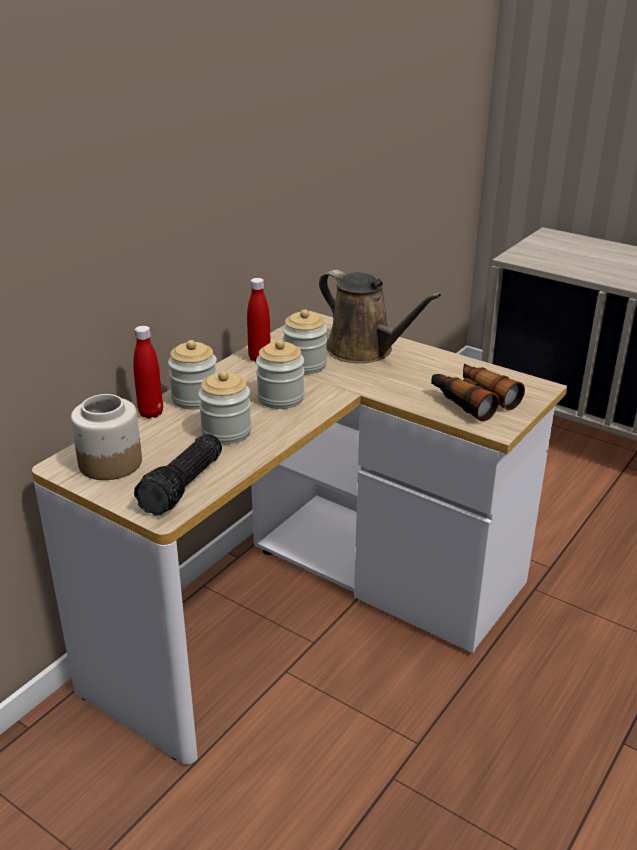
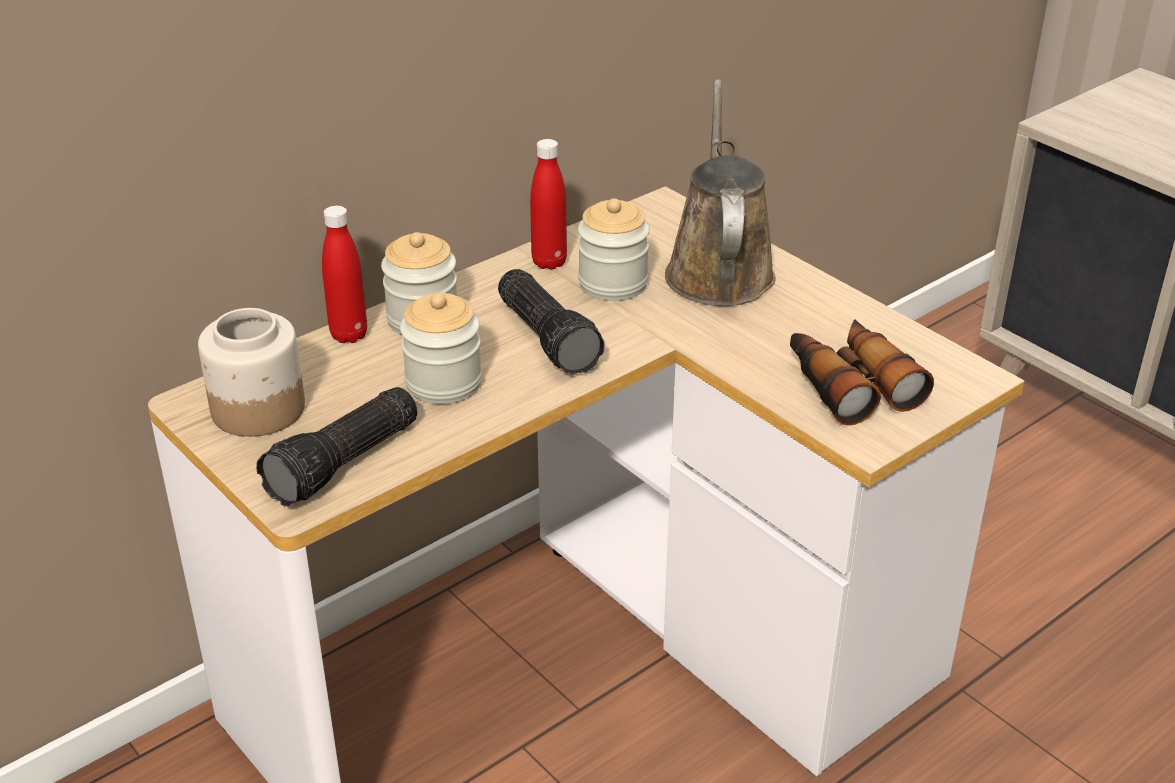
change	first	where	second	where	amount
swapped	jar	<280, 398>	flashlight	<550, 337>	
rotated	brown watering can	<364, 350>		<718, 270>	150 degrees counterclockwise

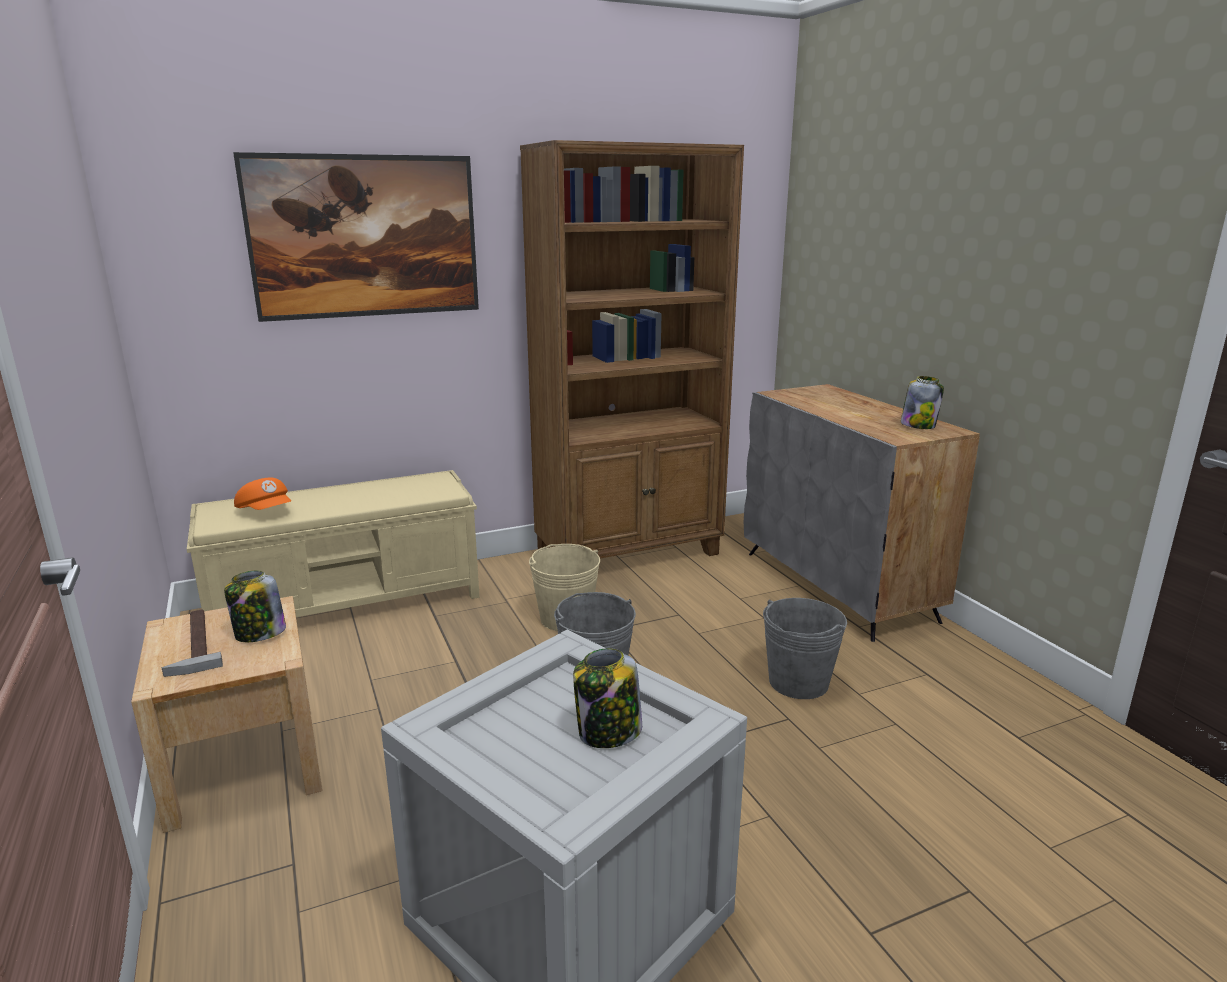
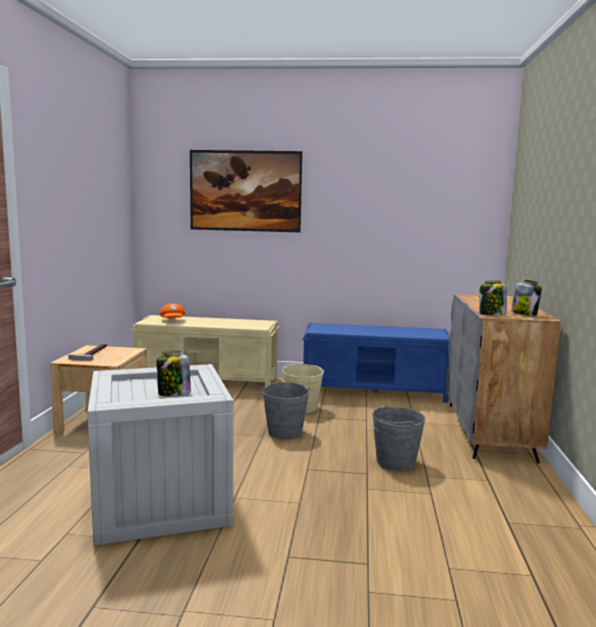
change	first	where	second	where	amount
shifted	jar	<259, 633>		<491, 315>	
swapped	brown bookcase	<630, 553>	blue bench	<375, 391>	

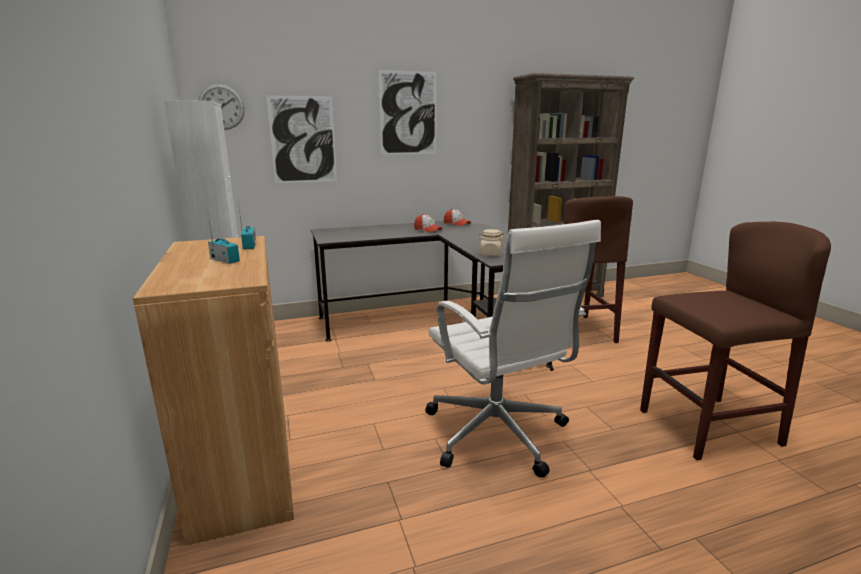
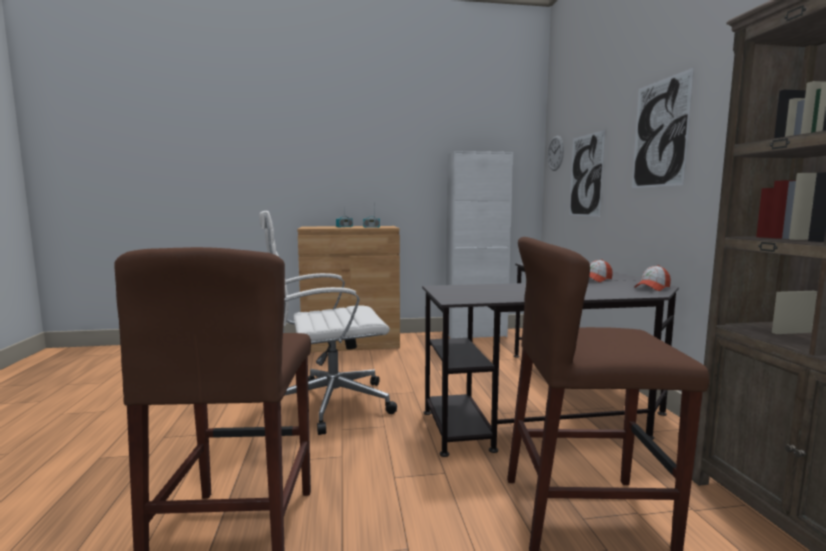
change	first	where	second	where	amount
gone	beige jar	<490, 254>			

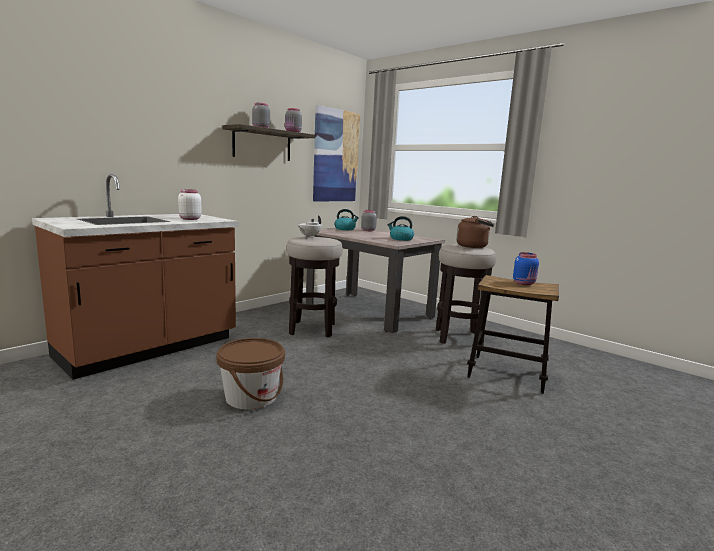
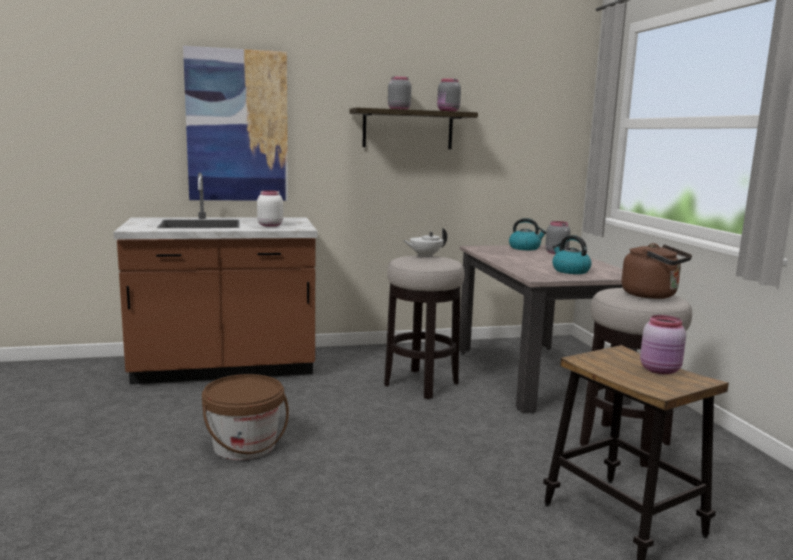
change	first	where	second	where	amount
shifted	picture	<335, 156>		<237, 126>	
repainted	blue jar	<524, 283>	pink jar	<661, 370>	

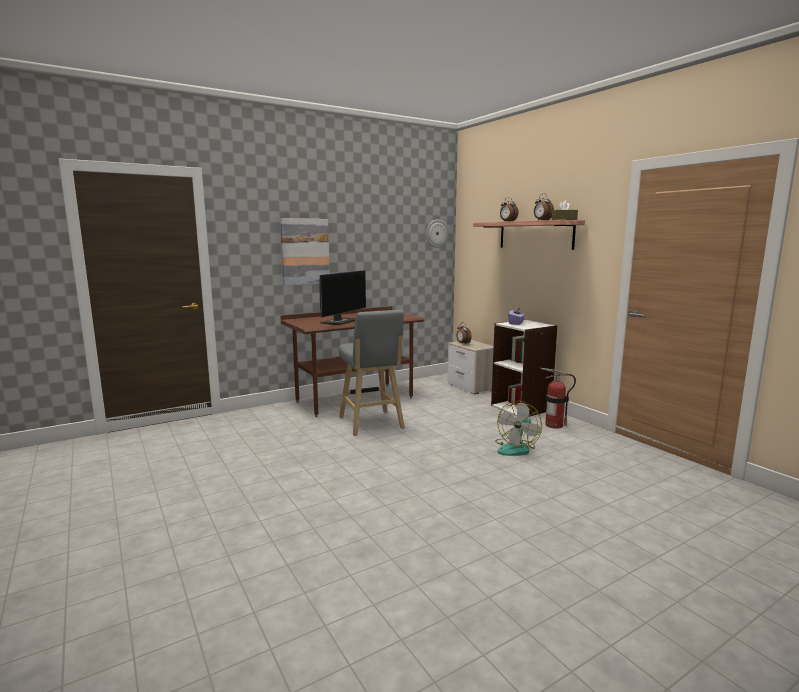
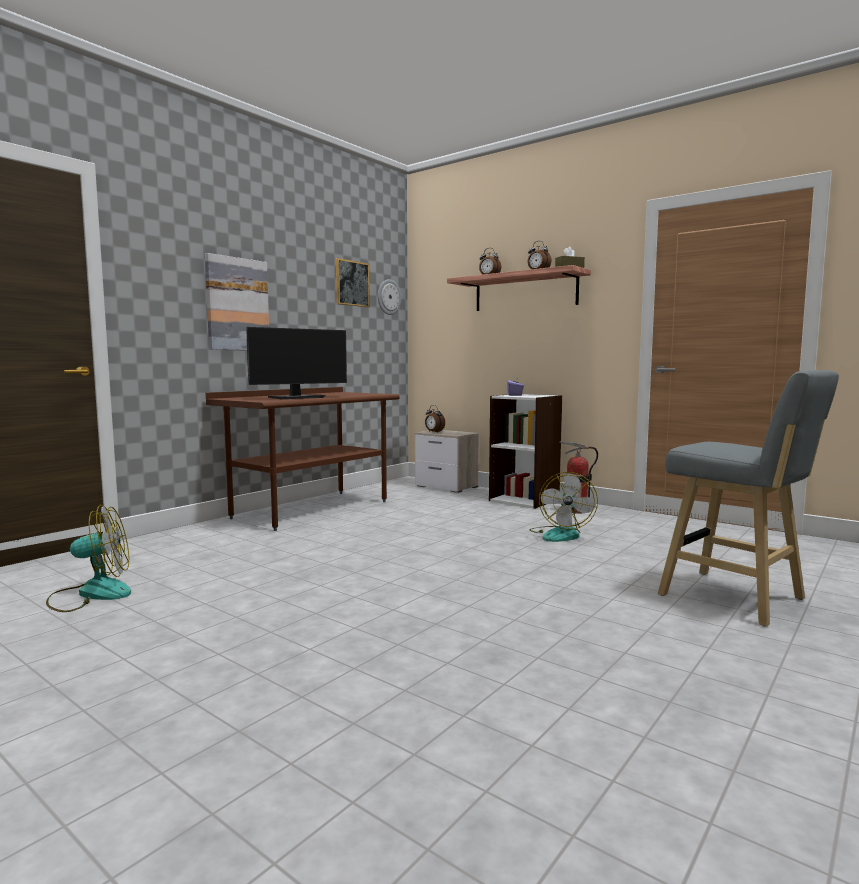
change	first	where	second	where	amount
rotated	monitor	<340, 321>		<298, 397>	45 degrees clockwise
shifted	grey stool	<371, 424>		<737, 599>	
new			fan	<91, 594>	
new			picture	<352, 283>	

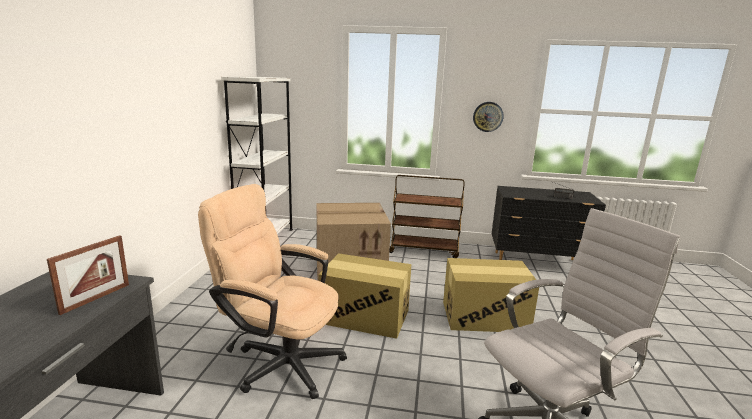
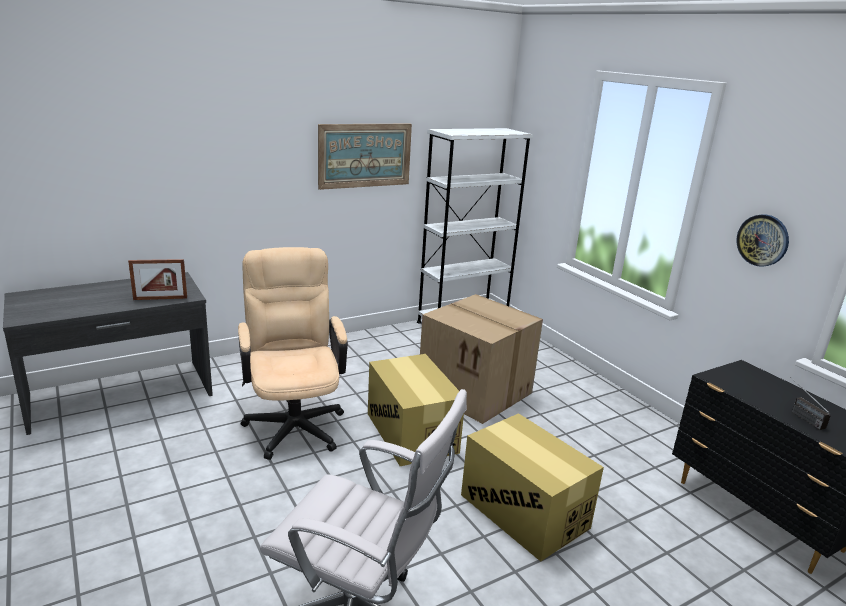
change	first	where	second	where	amount
gone	brown cart	<424, 250>			
new			picture	<365, 155>	

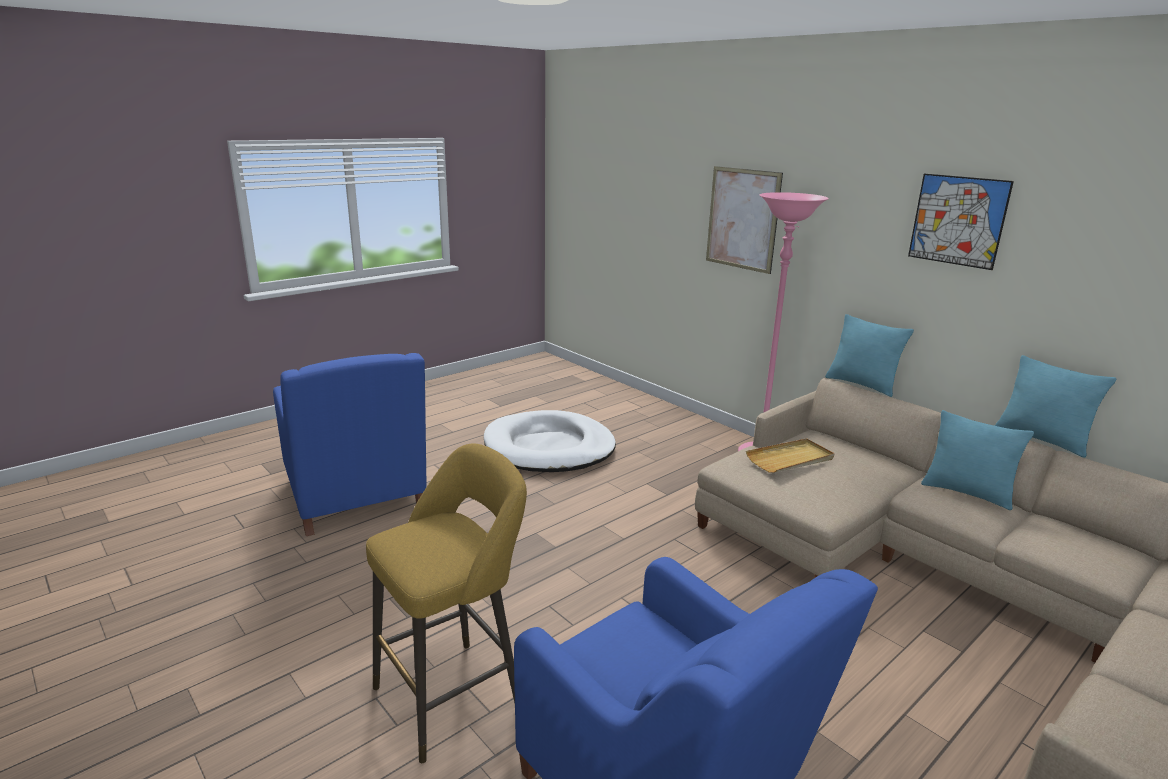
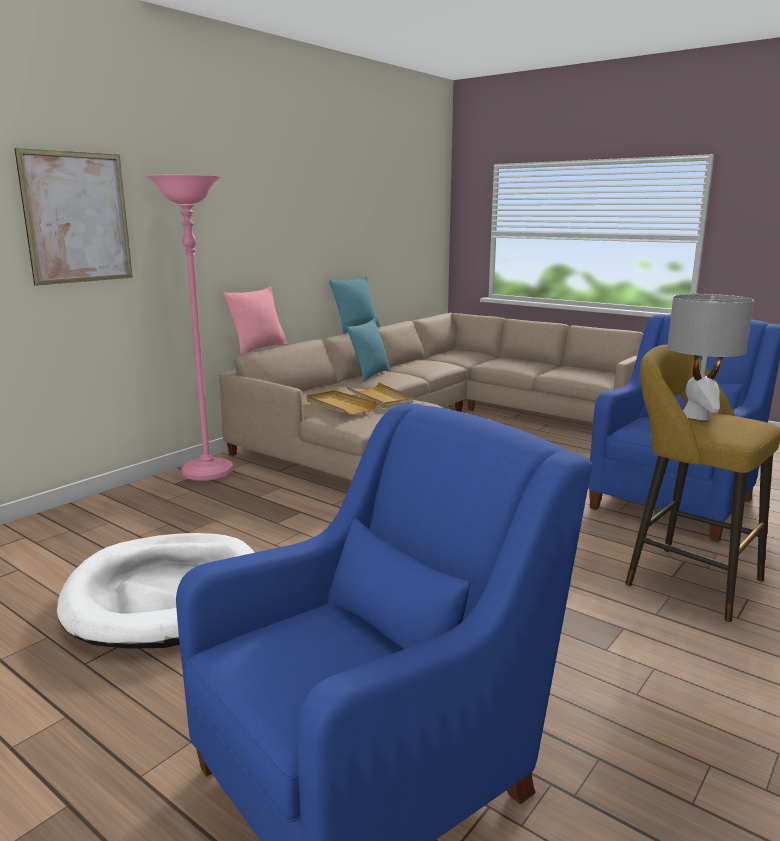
change	first	where	second	where	amount
repainted	turquoise pillow	<861, 384>	pink pillow	<259, 348>	
gone	picture	<958, 220>			
new			beige tray	<380, 398>	
new			grey table lamp	<697, 416>	

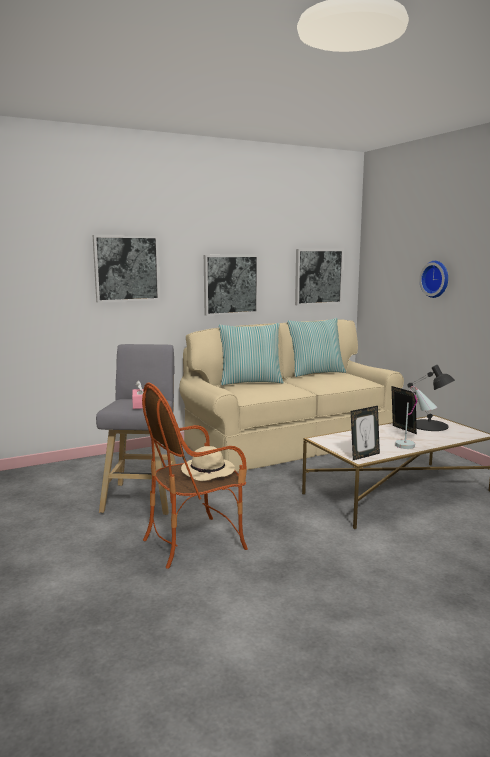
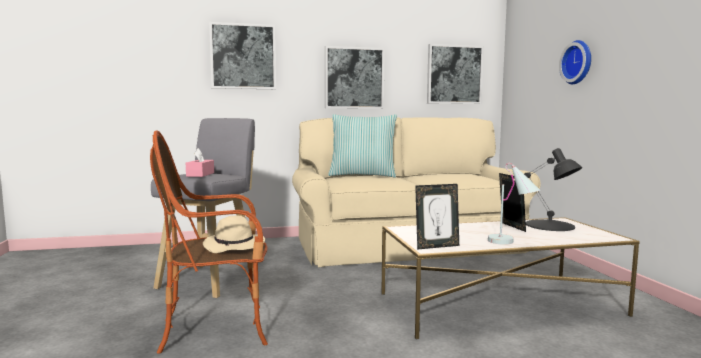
change	first	where	second	where	amount
gone	pillow	<315, 373>			

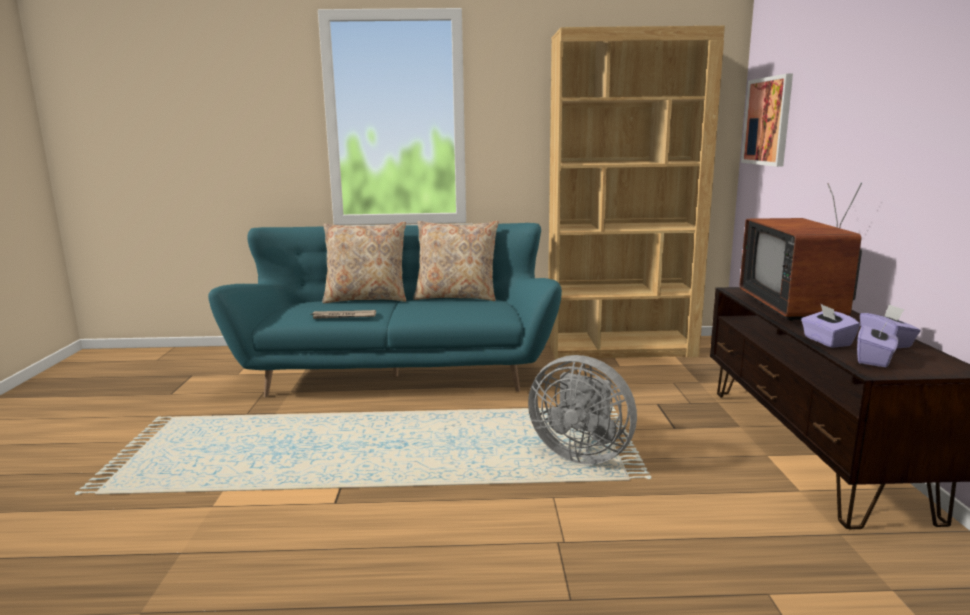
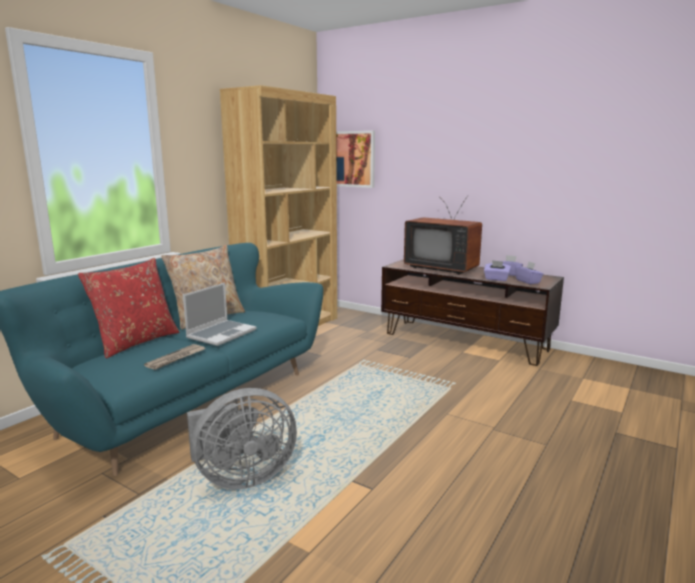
change	first	where	second	where	amount
repainted	beige pillow	<366, 299>	red pillow	<136, 342>	
shifted	grey fan	<581, 453>		<241, 477>	
new			laptop	<221, 333>	

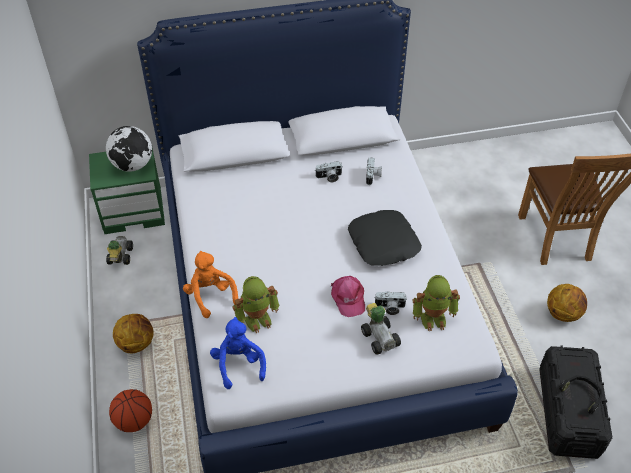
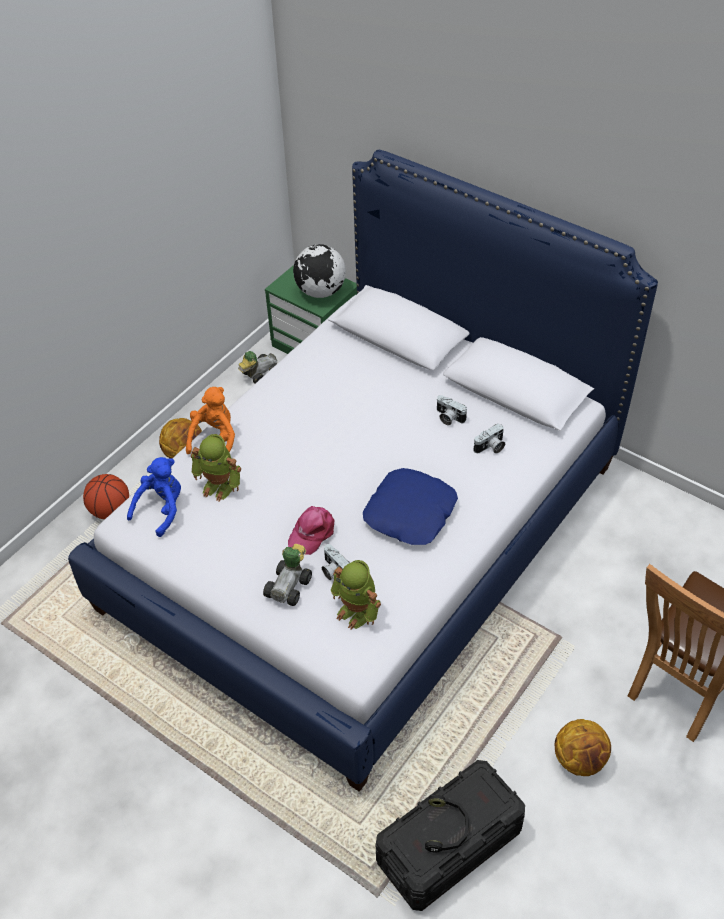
change	first	where	second	where	amount
repainted	black pillow	<384, 243>	blue pillow	<411, 513>	

